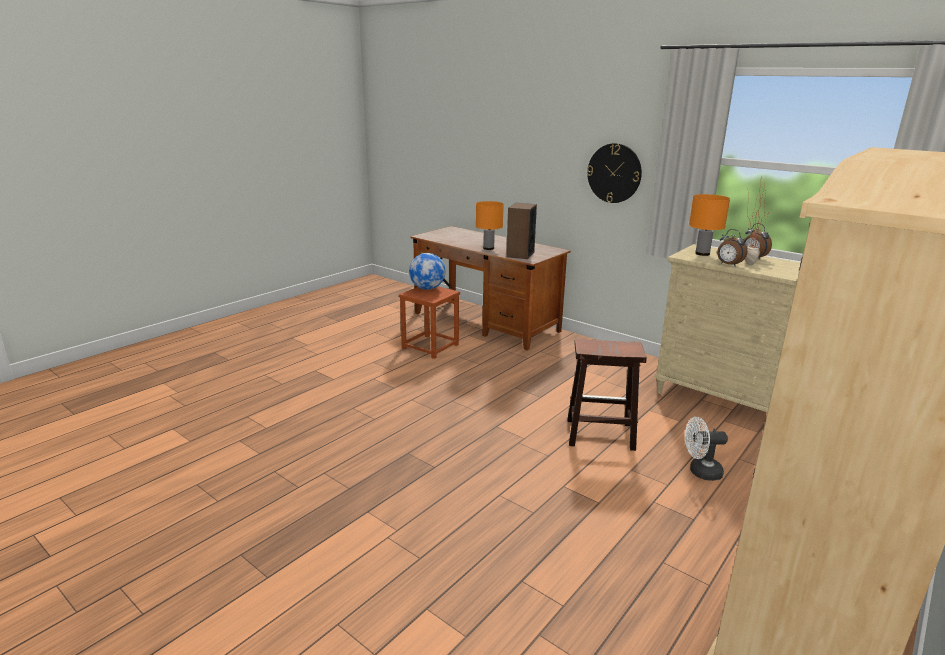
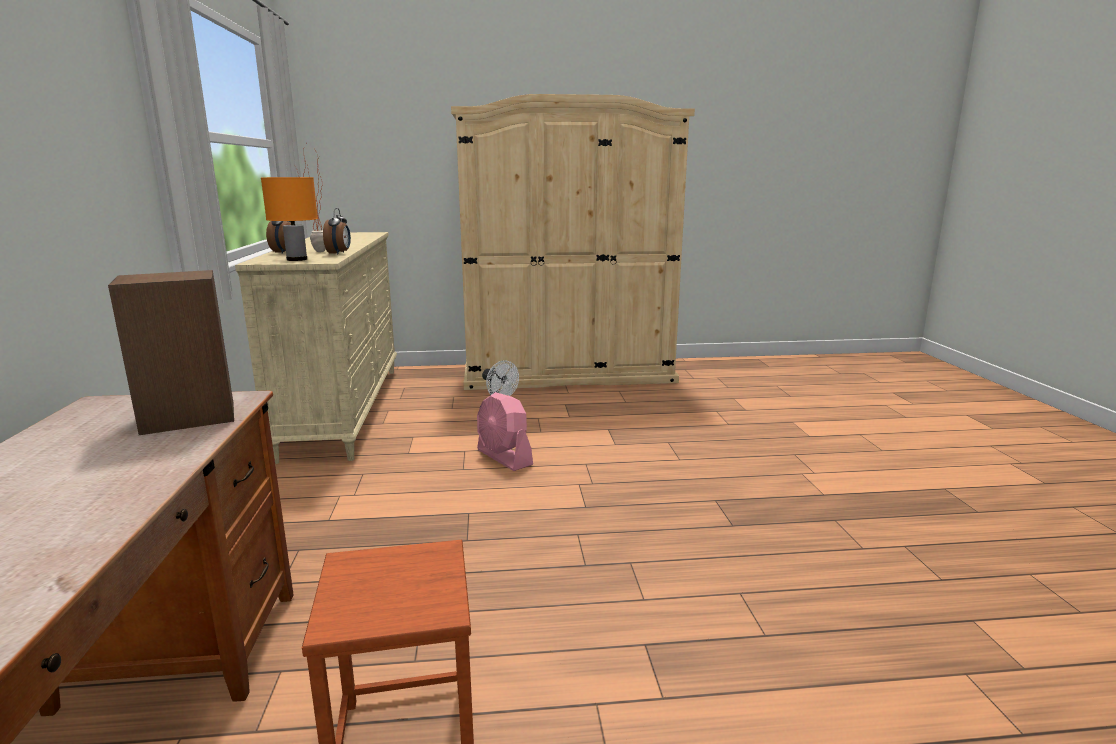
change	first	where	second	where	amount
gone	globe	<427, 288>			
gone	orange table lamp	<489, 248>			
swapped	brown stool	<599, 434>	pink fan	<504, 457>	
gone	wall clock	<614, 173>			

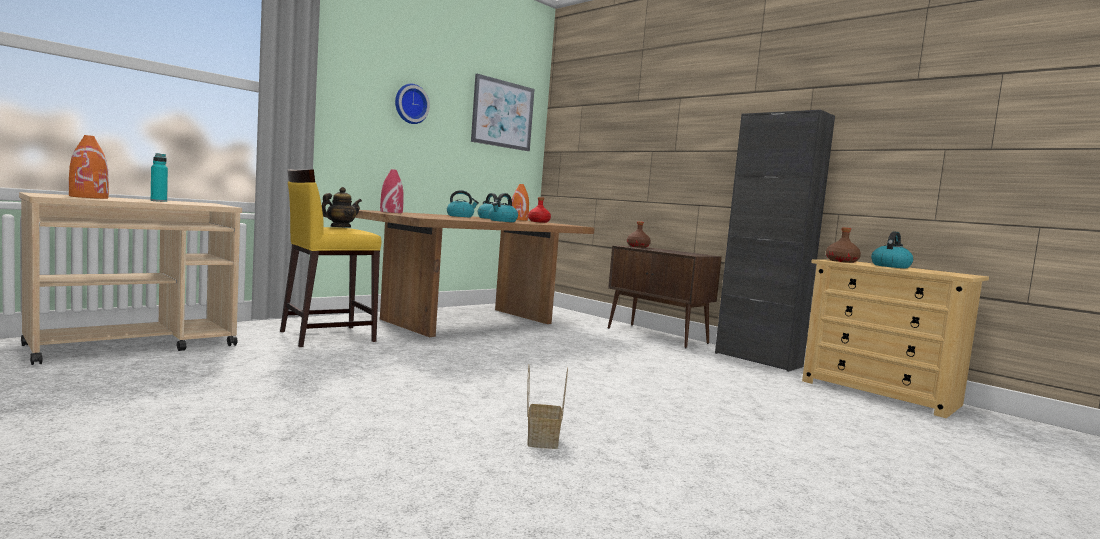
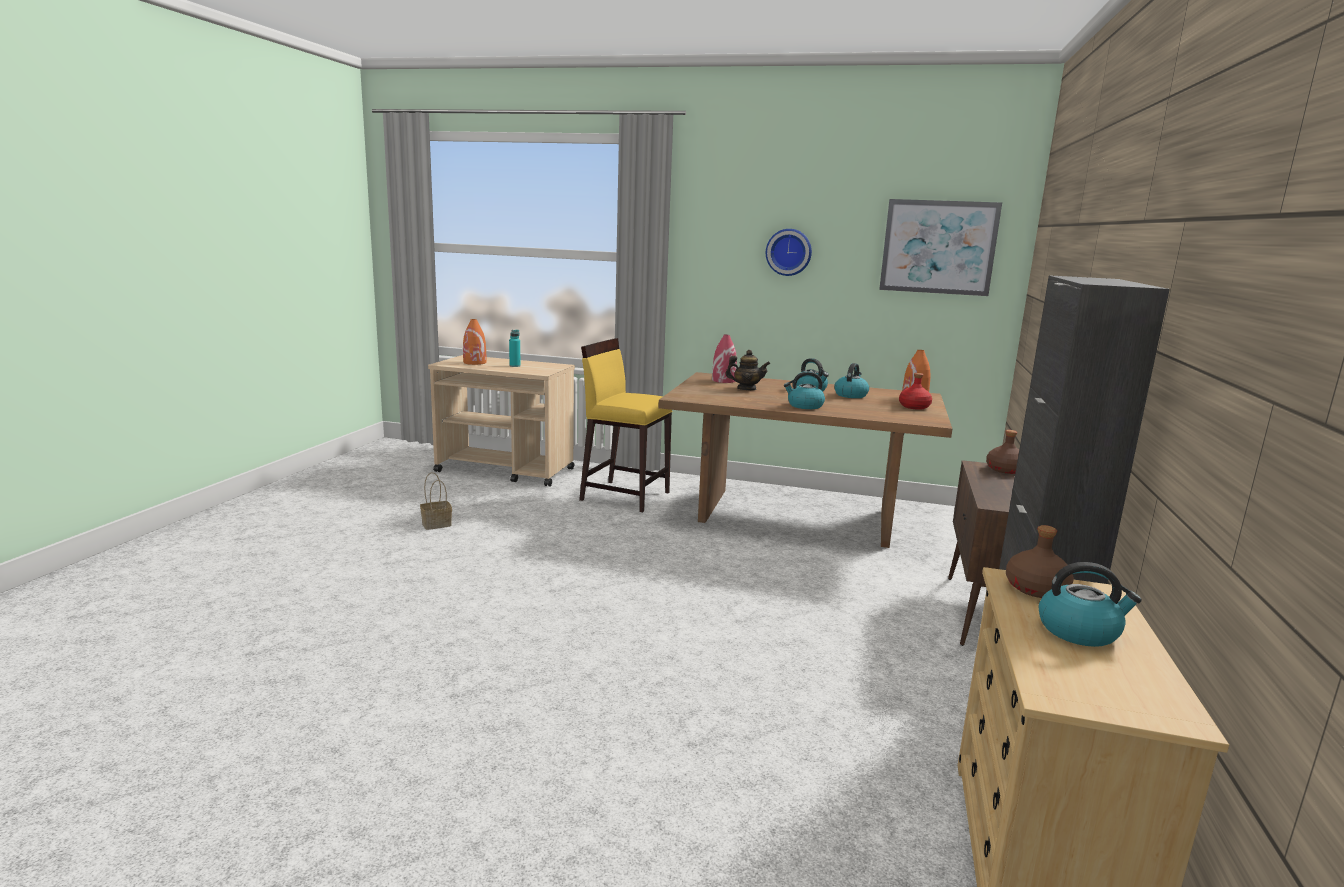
change	first	where	second	where	amount
shifted	teapot	<340, 227>		<746, 389>	
shifted	basket	<542, 439>		<437, 524>	

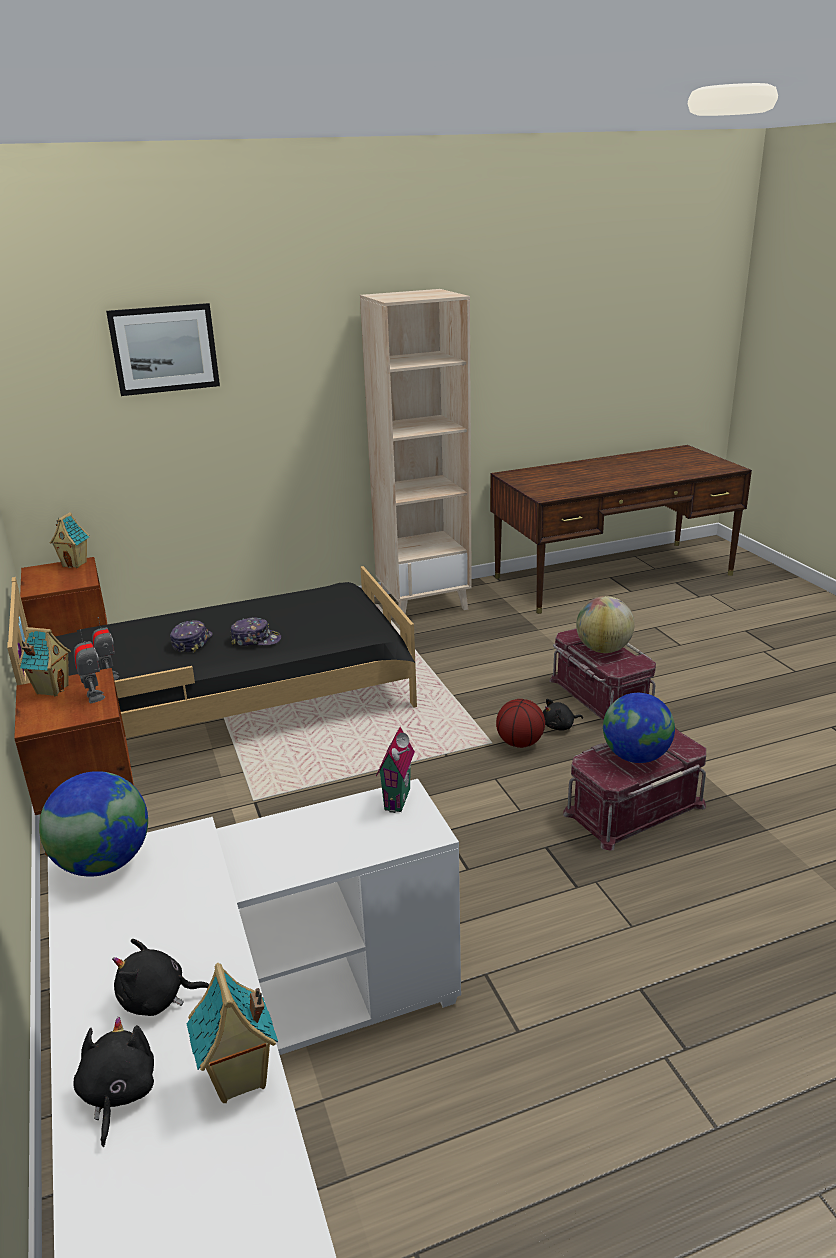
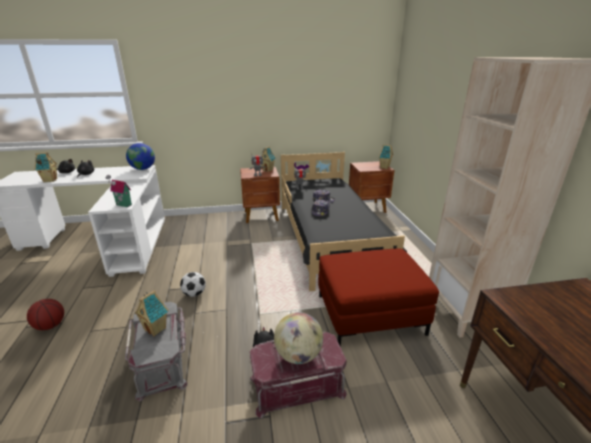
change	first	where	second	where	amount
gone	picture	<164, 349>			
shifted	basketball	<519, 743>		<50, 325>	
repainted	red storage box	<633, 808>	grey storage box	<163, 360>	
swapped	globe	<635, 756>	toy house	<156, 329>	
new			football	<194, 294>	
new			red ottoman	<370, 314>	

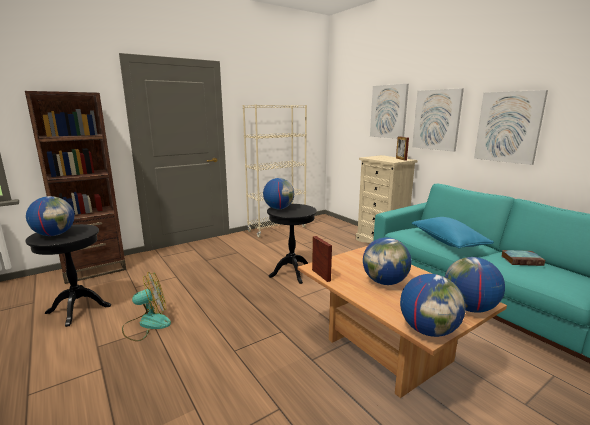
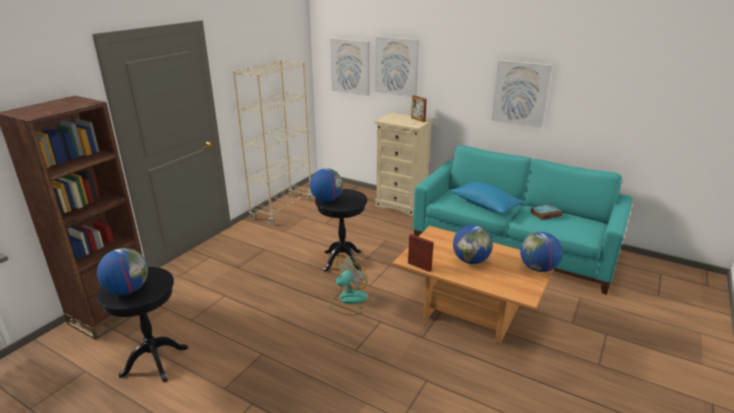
change	first	where	second	where	amount
shifted	fan	<147, 324>		<348, 301>	
gone	globe	<428, 330>			
shifted	picture	<437, 120>		<350, 66>	

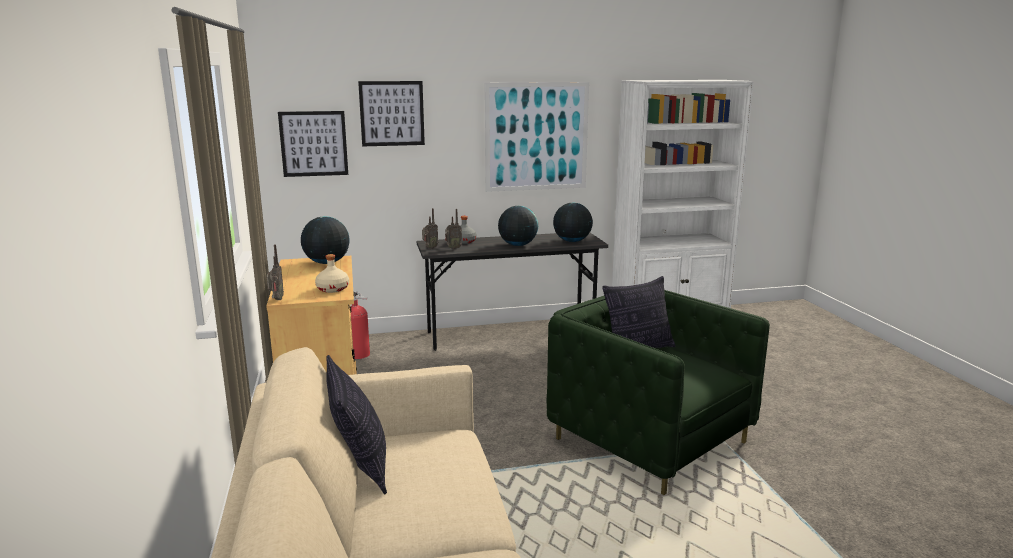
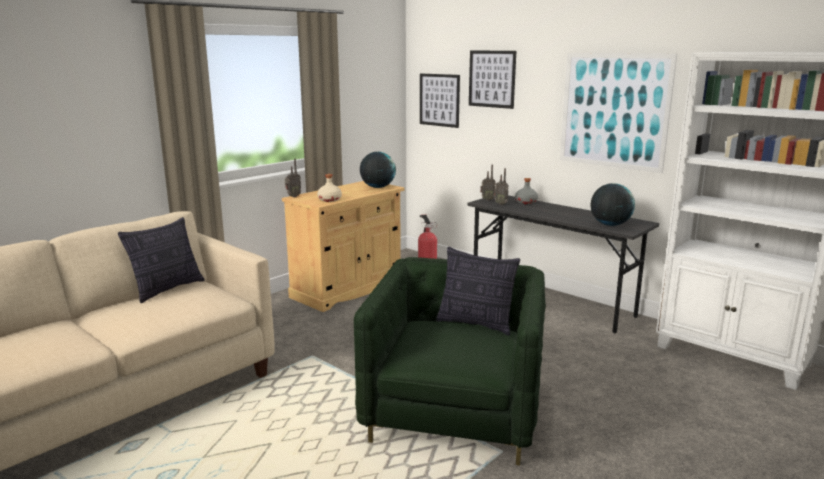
change	first	where	second	where	amount
gone	globe	<517, 245>			

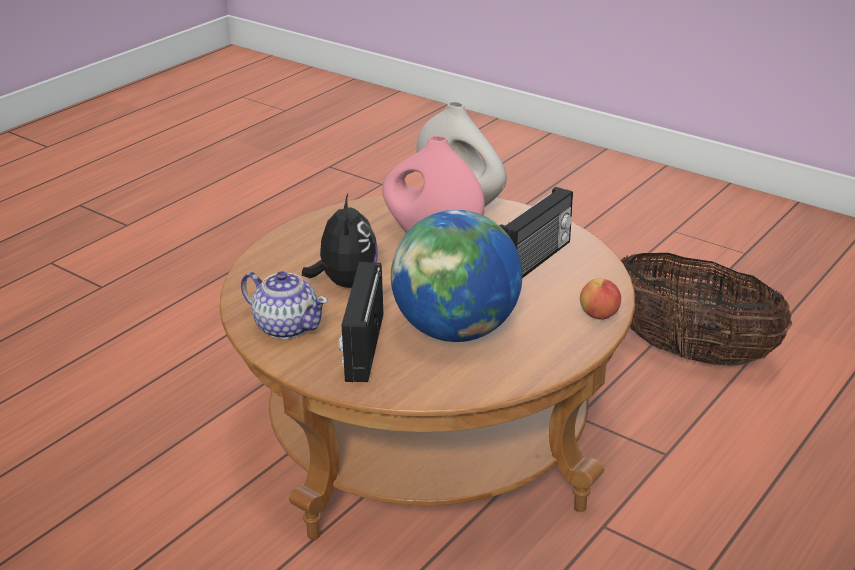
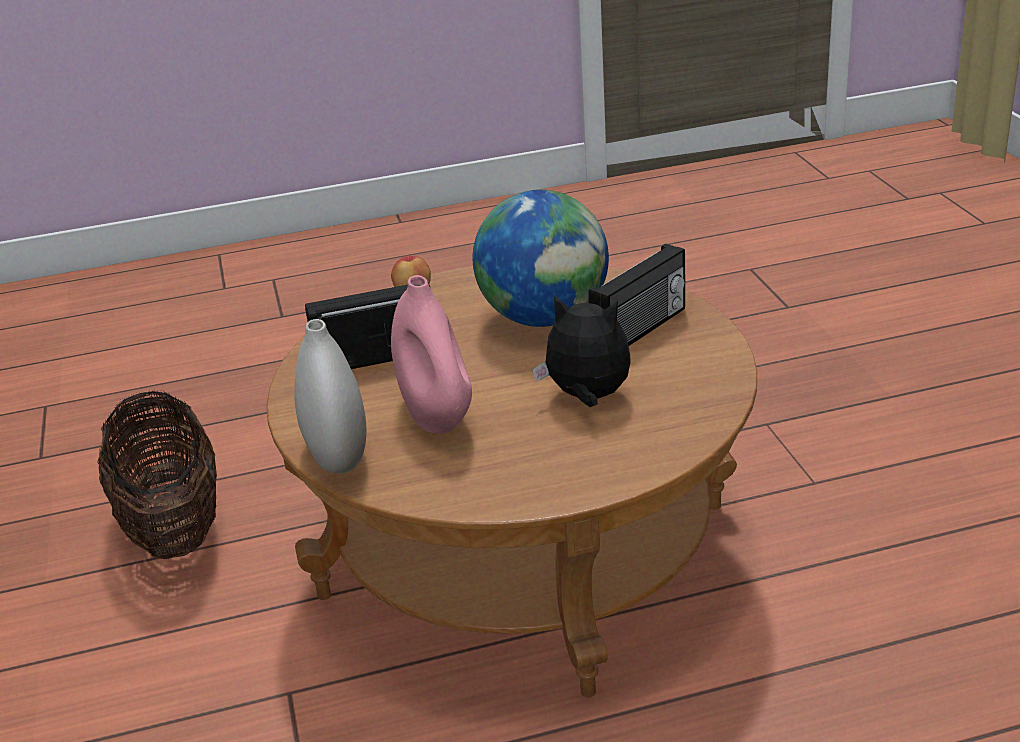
change	first	where	second	where	amount
gone	teapot	<286, 326>			
rotated	plush toy	<345, 283>		<587, 397>	75 degrees clockwise

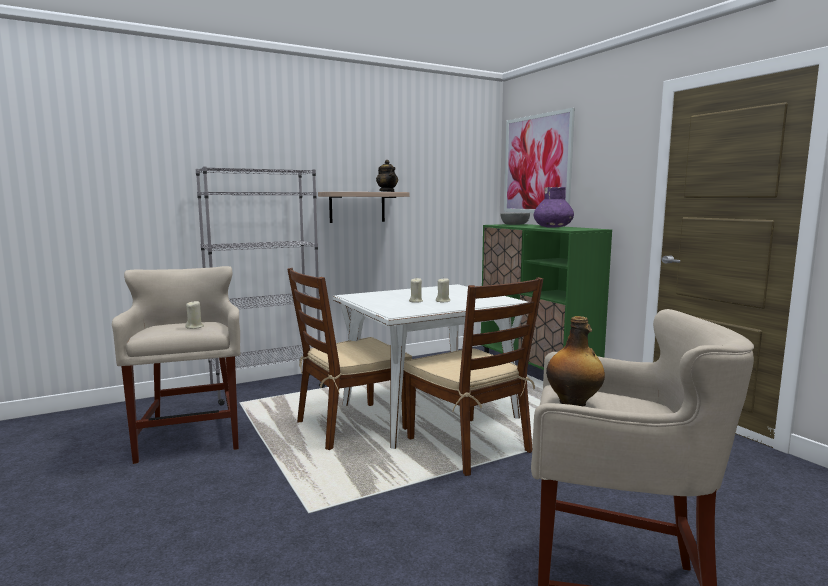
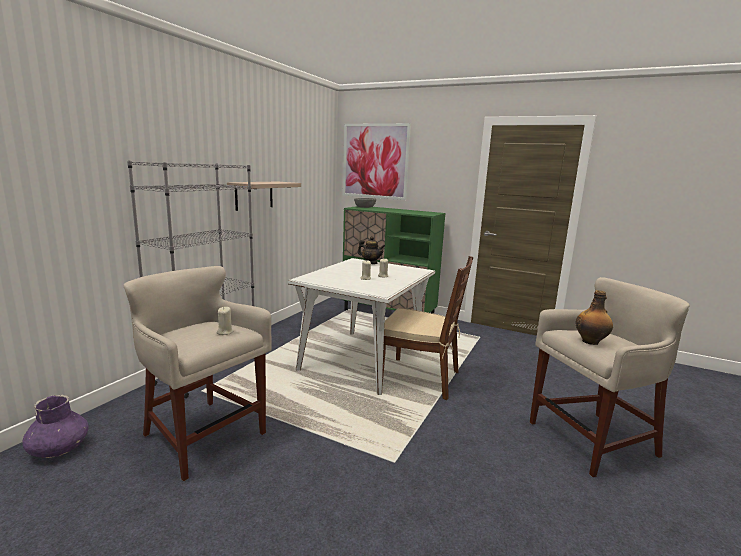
change	first	where	second	where	amount
gone	brown chair	<350, 426>			
shifted	teapot	<387, 191>		<370, 263>	
shifted	purple vase	<553, 227>		<59, 449>	

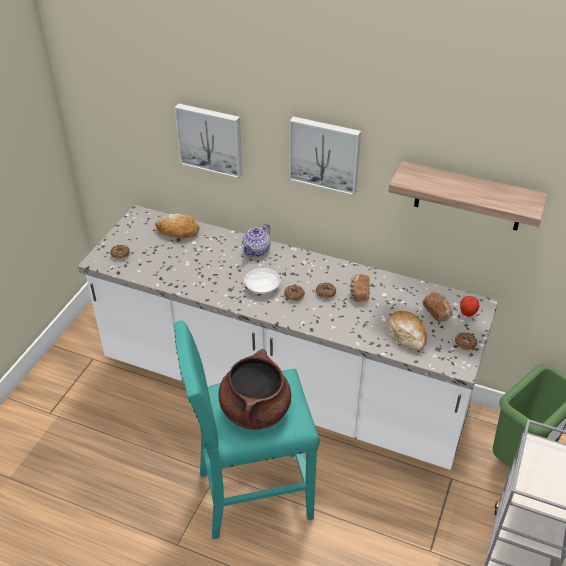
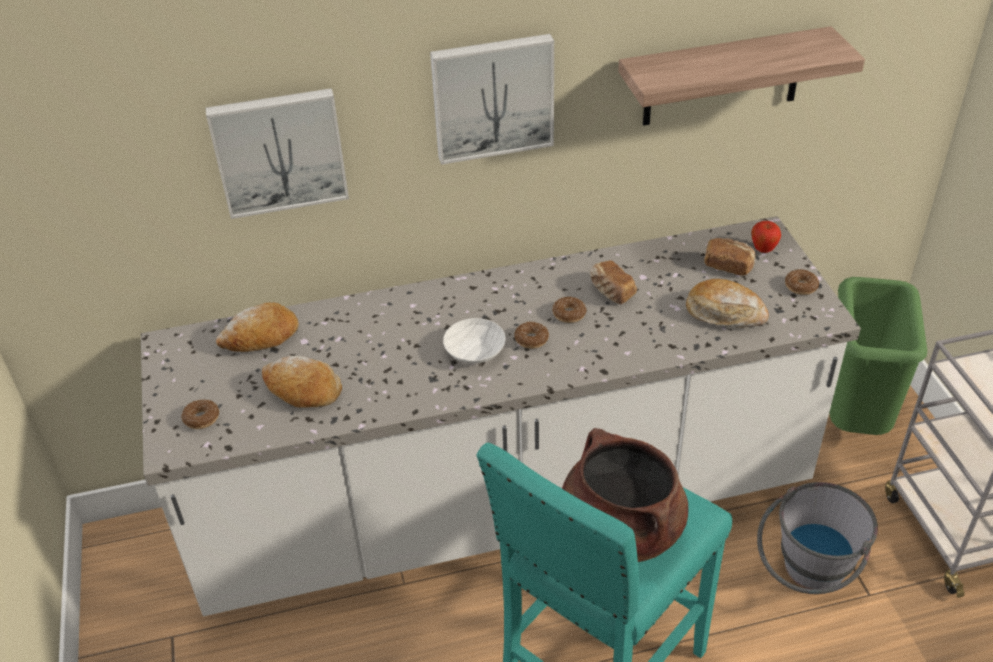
change	first	where	second	where	amount
gone	teapot	<257, 250>			
new			bread	<302, 390>	
new			grey bucket	<807, 575>	

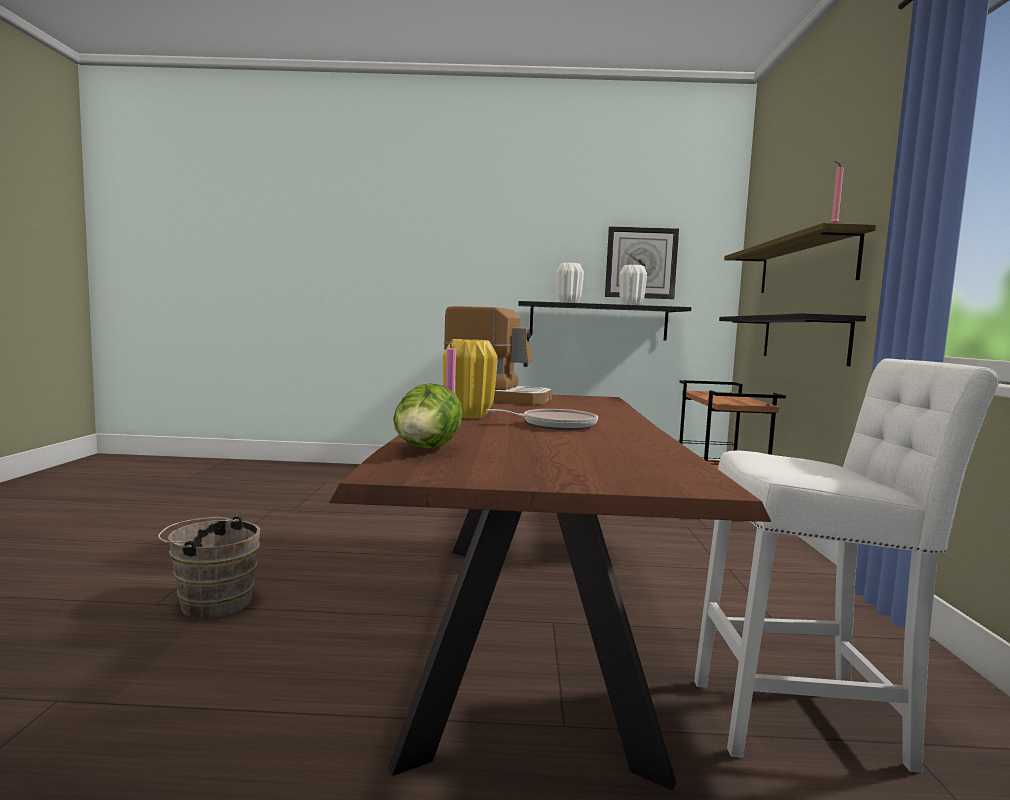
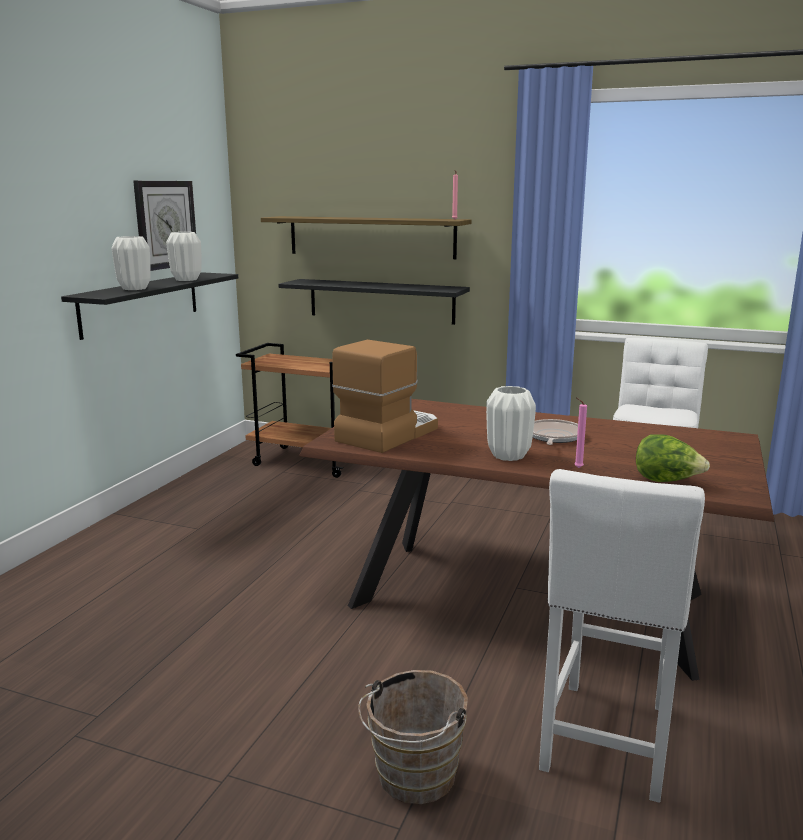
change	first	where	second	where	amount
repainted	yellow vase	<468, 416>	white vase	<508, 456>	
new			white stool	<605, 743>	

